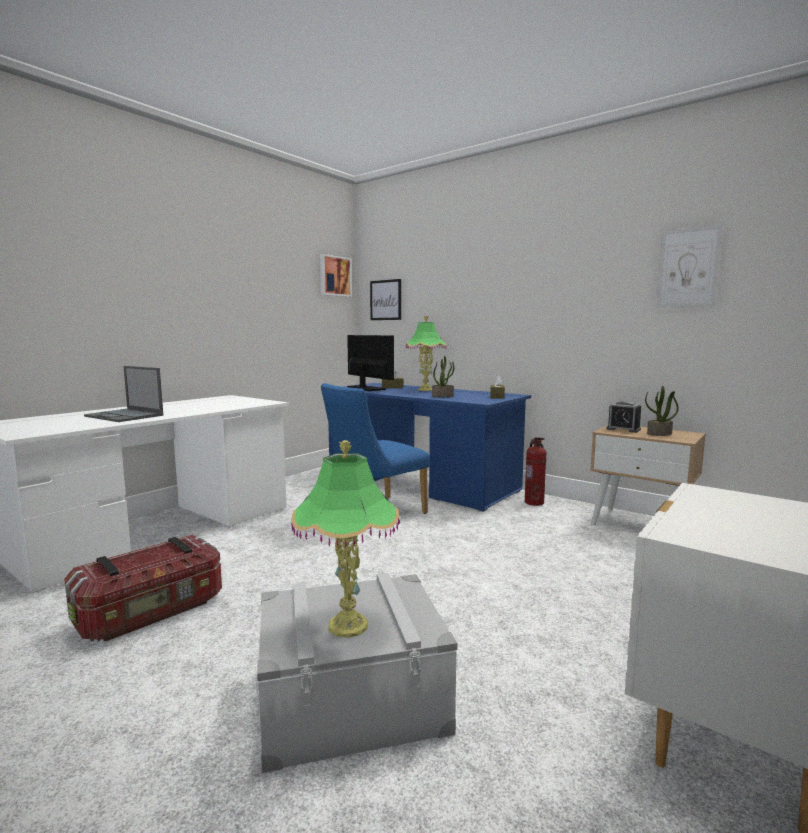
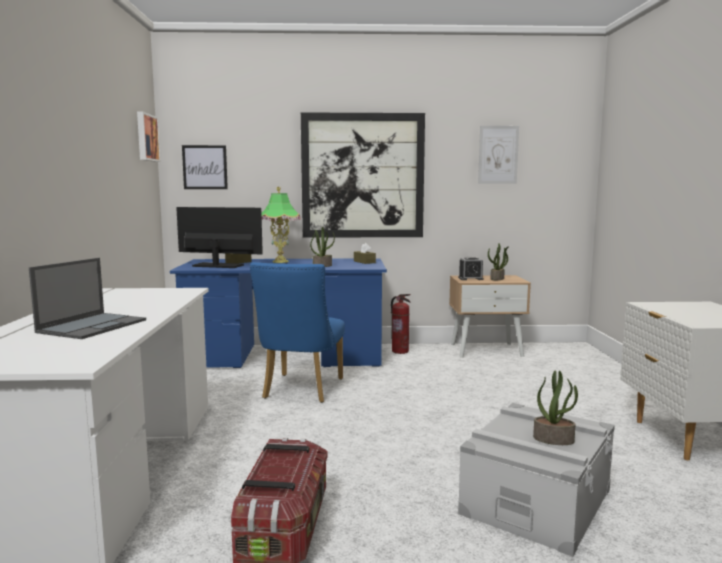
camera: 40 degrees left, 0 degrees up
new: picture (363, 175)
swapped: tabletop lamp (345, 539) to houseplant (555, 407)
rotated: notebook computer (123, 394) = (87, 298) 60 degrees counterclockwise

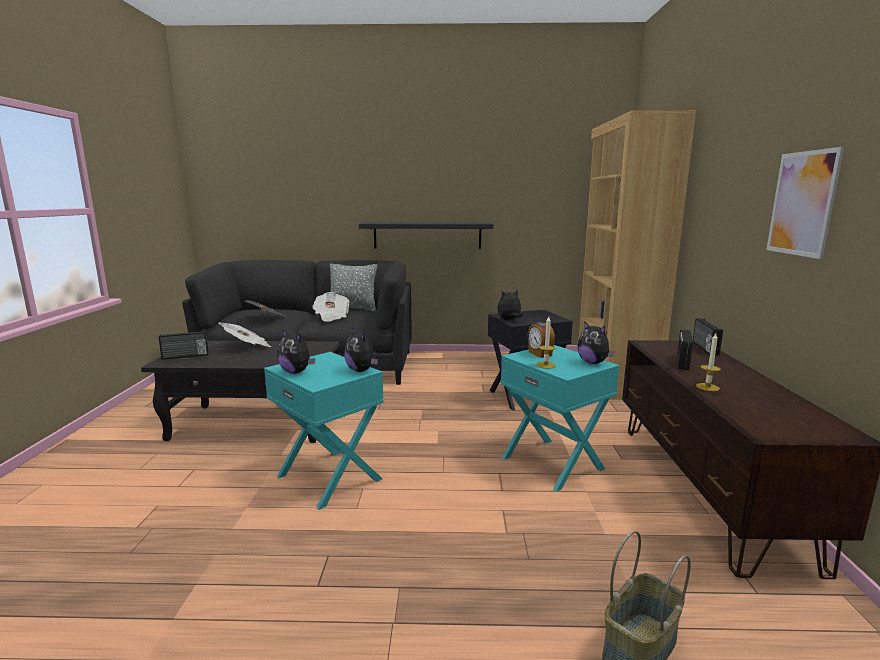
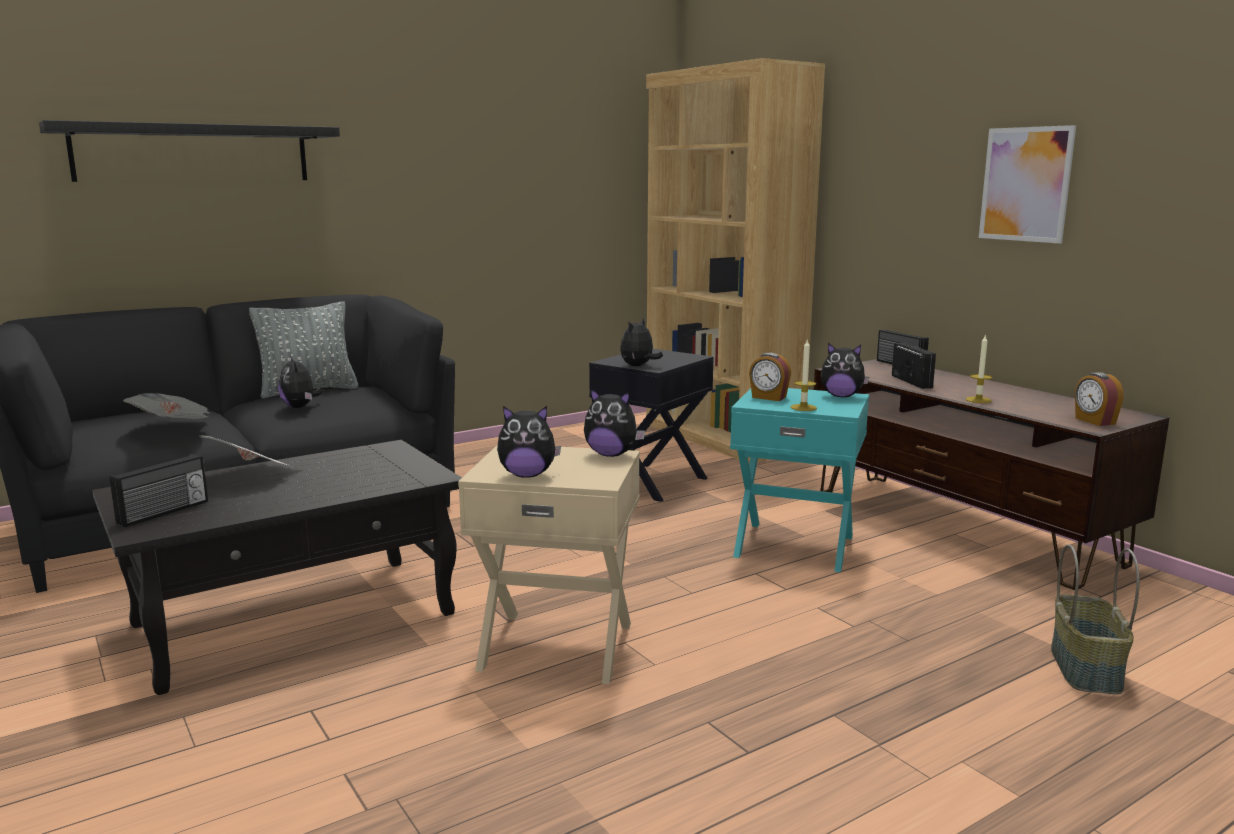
camera: 35 degrees left, 0 degrees up
new: alarm clock (1099, 399)
shifted: black wall shelf (426, 235) to (189, 151)
swapped: newspaper (331, 307) to plush toy (300, 382)
repainted: turquoise end table (324, 431) to beige-coloured end table (549, 564)

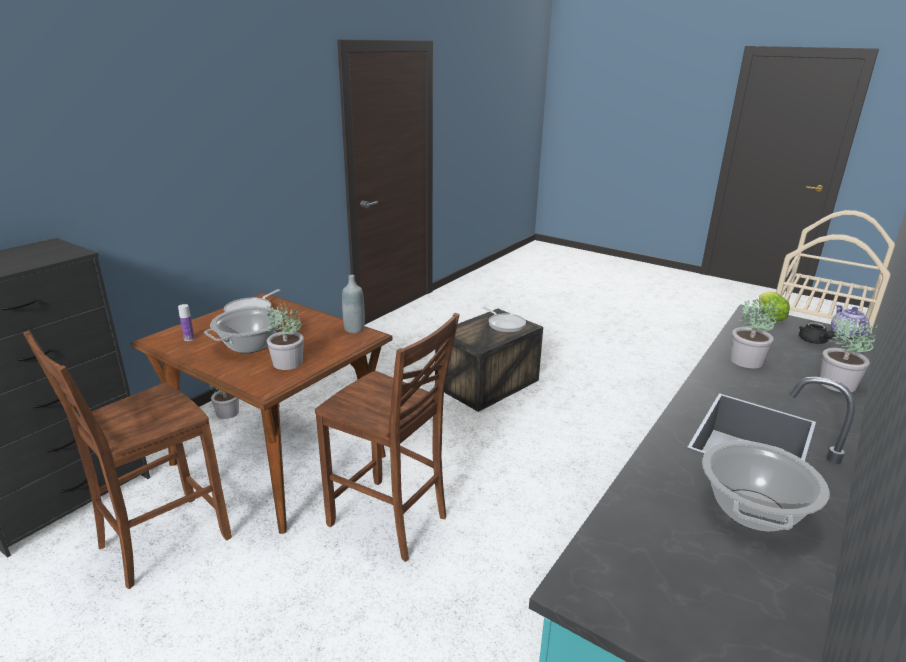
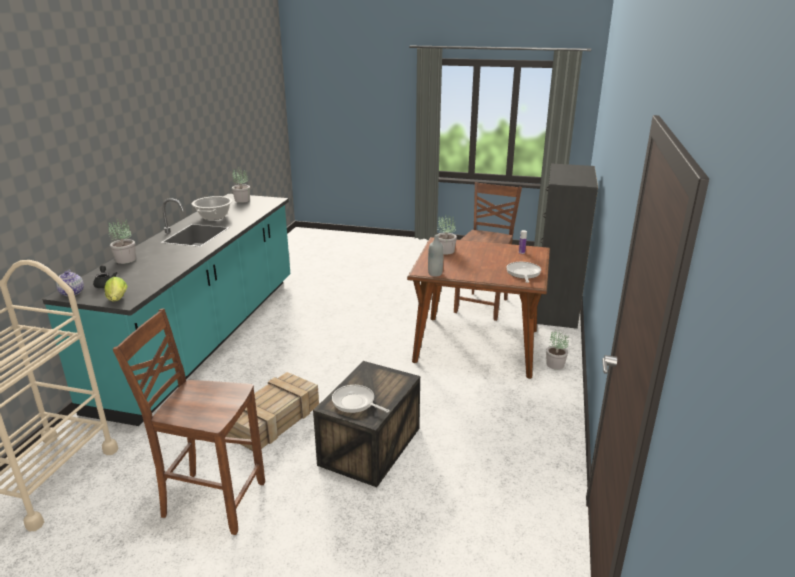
camera: 160 degrees right, 0 degrees up
gone: cooking pot (245, 330)
new: crate (272, 411)
shifted: houseplant (754, 333) to (241, 185); brown-coloured upright chair (387, 437) to (189, 421)

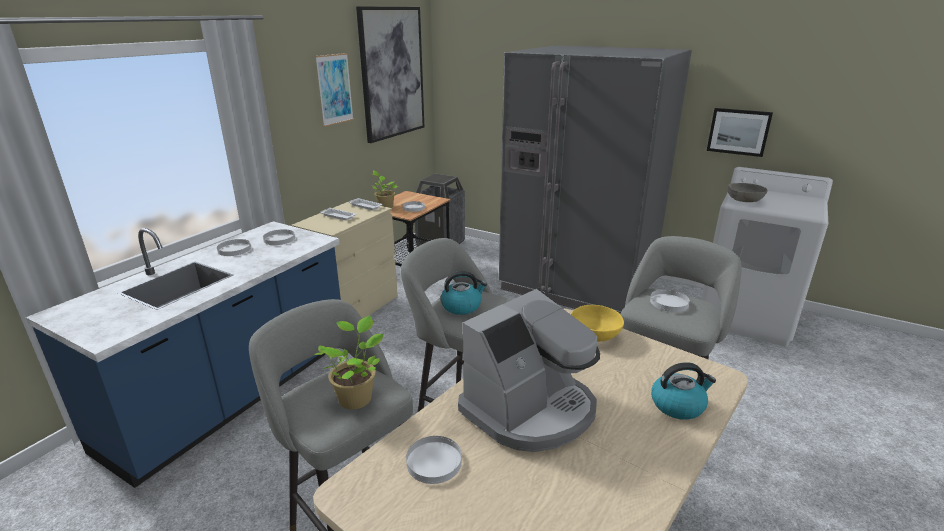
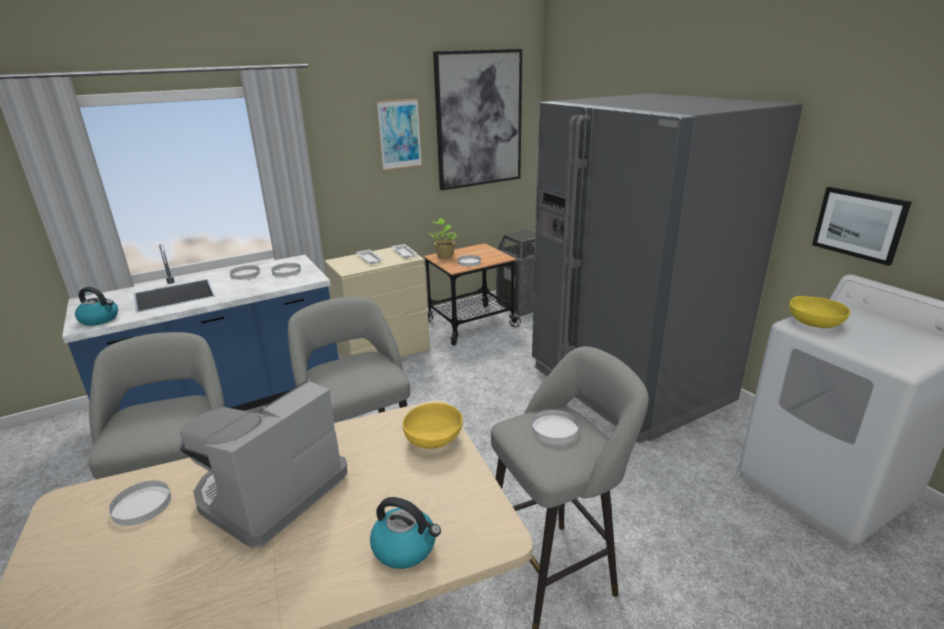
camera: 30 degrees right, 0 degrees up
gone: houseplant (348, 362)
shifted: kettle (464, 293) to (96, 306)
repainted: grey bowl (748, 192) to yellowish bowl (819, 312)
rotated: coffee machine (529, 370) = (263, 463) 135 degrees clockwise

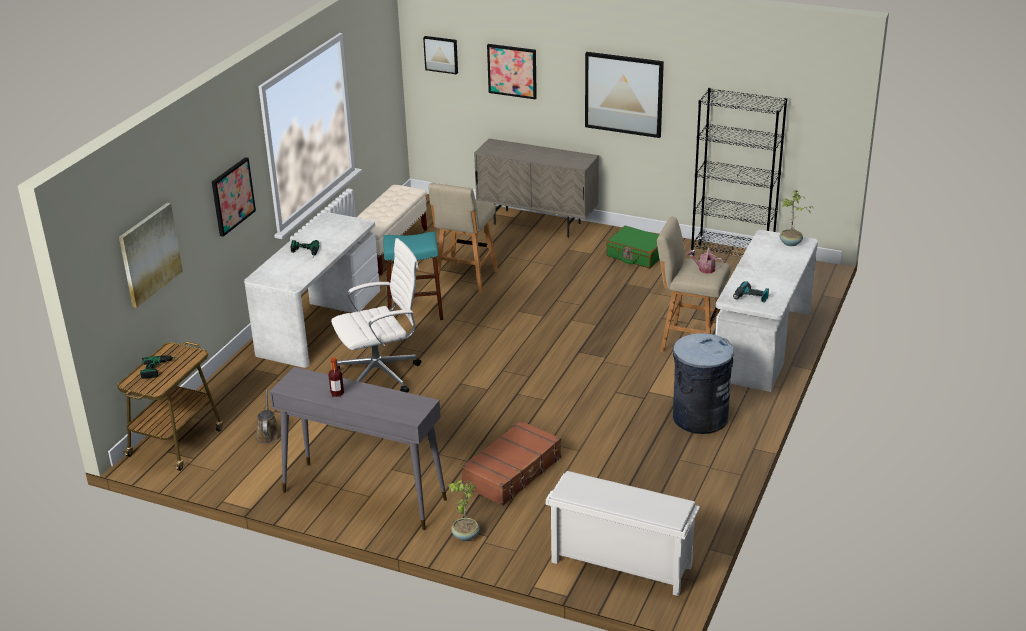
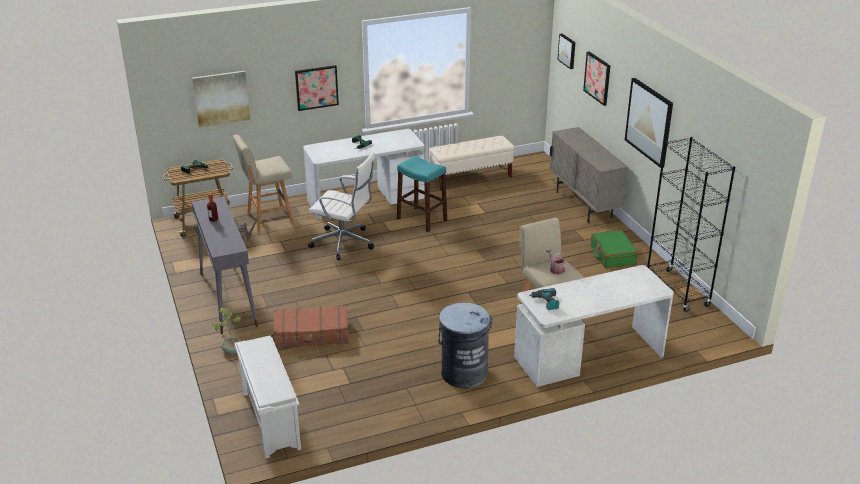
camera: 45 degrees right, 0 degrees up
gone: houseplant (797, 217)
shifted: beige-coloured stool seat (463, 238) to (263, 183)

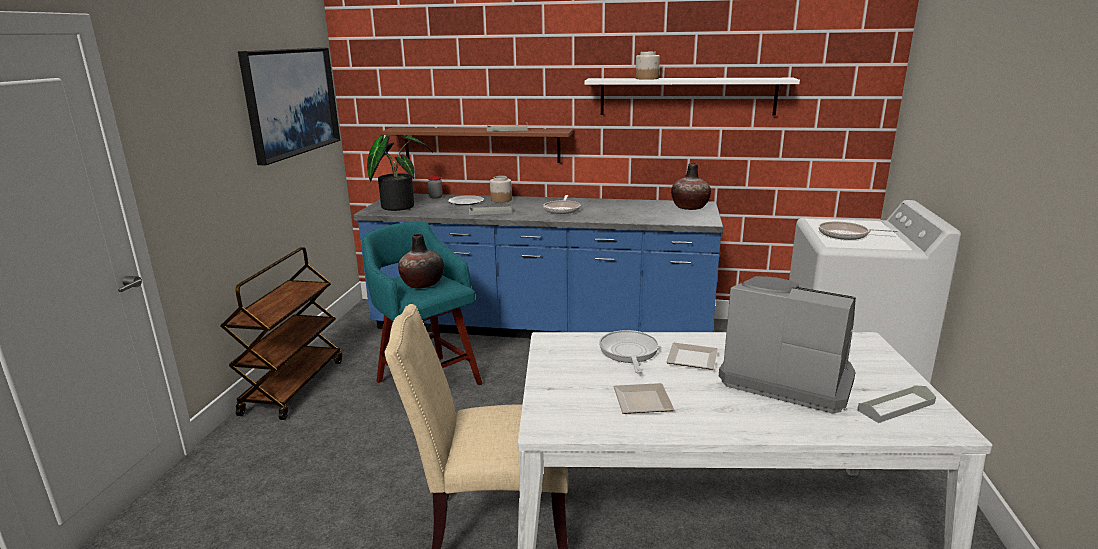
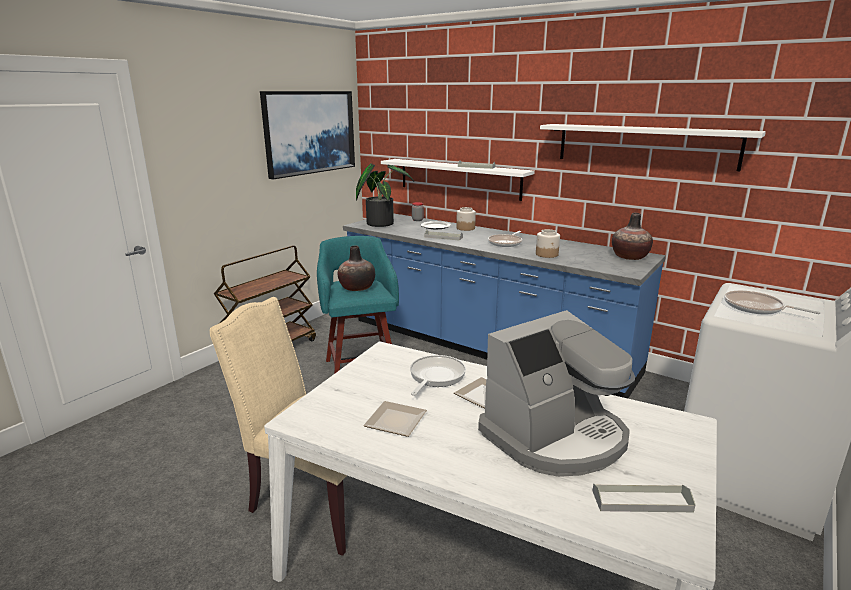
camera: 25 degrees right, 0 degrees up
shifted: storage jar (647, 66) to (548, 243)
repainted: brown-coloured wall shelf (477, 145) to white-coloured wall shelf (458, 180)
rotated: coffee machine (787, 344) = (556, 393) 90 degrees clockwise

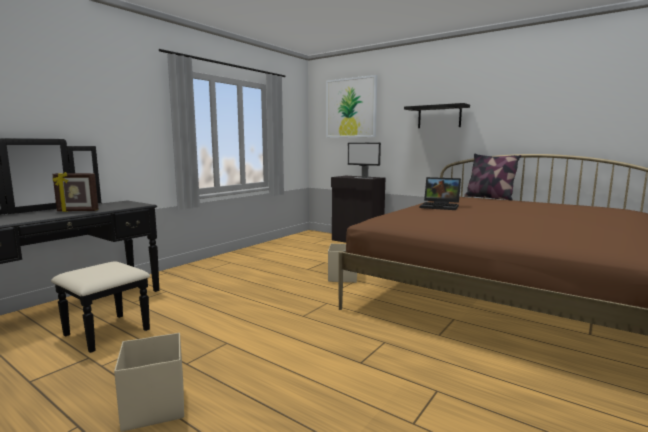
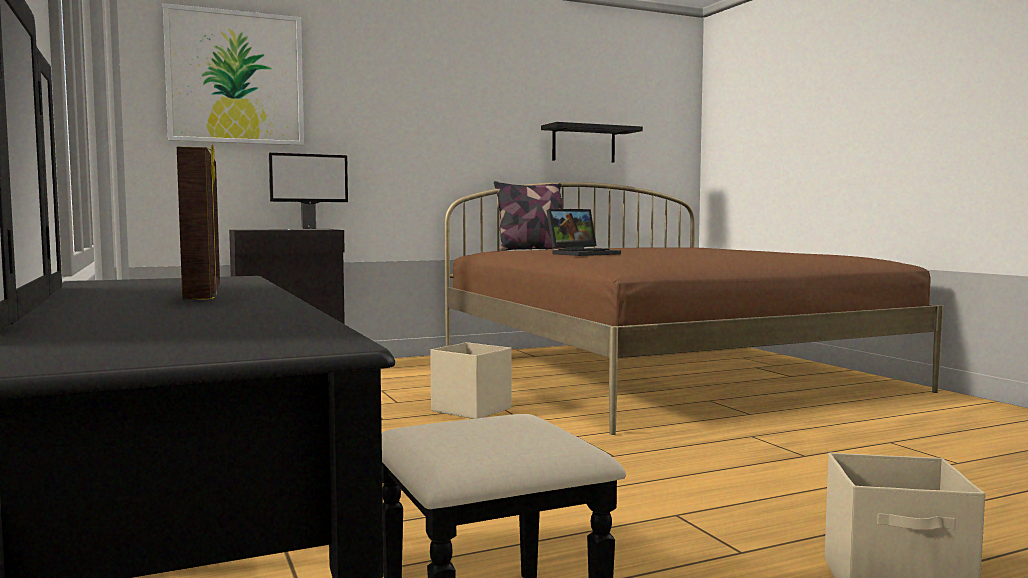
camera: 60 degrees left, 5 degrees down
shifted: black wall shelf (437, 115) to (592, 142)
rotated: standing frame (75, 192) = (198, 222) 45 degrees counterclockwise

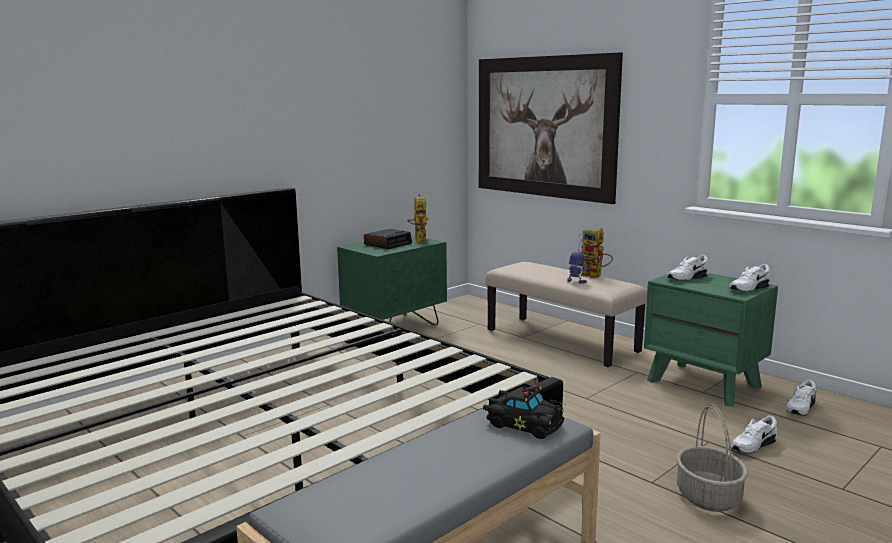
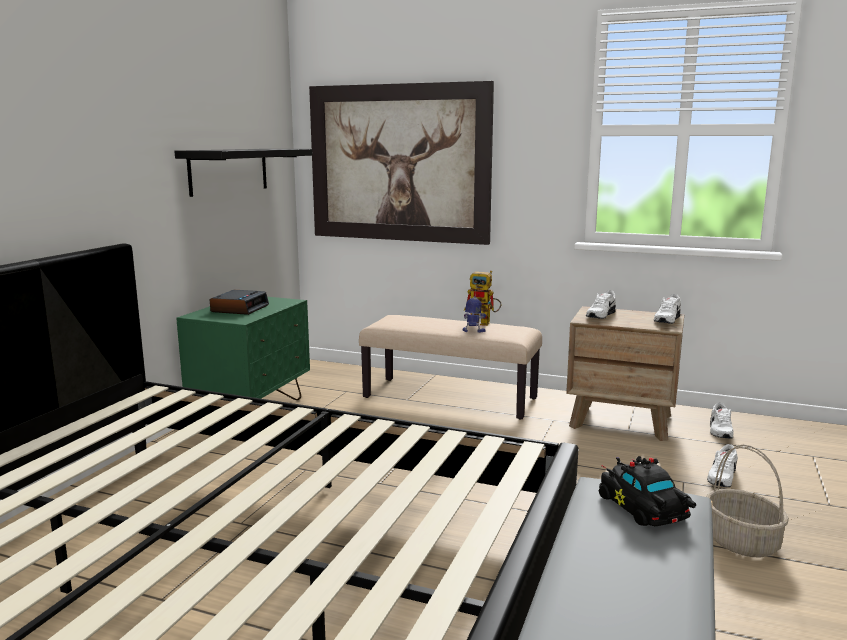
camera: 25 degrees left, 0 degrees up
gone: toy robot (418, 218)
new: black wall shelf (243, 173)
repainted: green-coloured bedside table (711, 340) to brown-coloured bedside table (625, 373)
rotated: black miniature car (524, 411) = (647, 491) 120 degrees counterclockwise

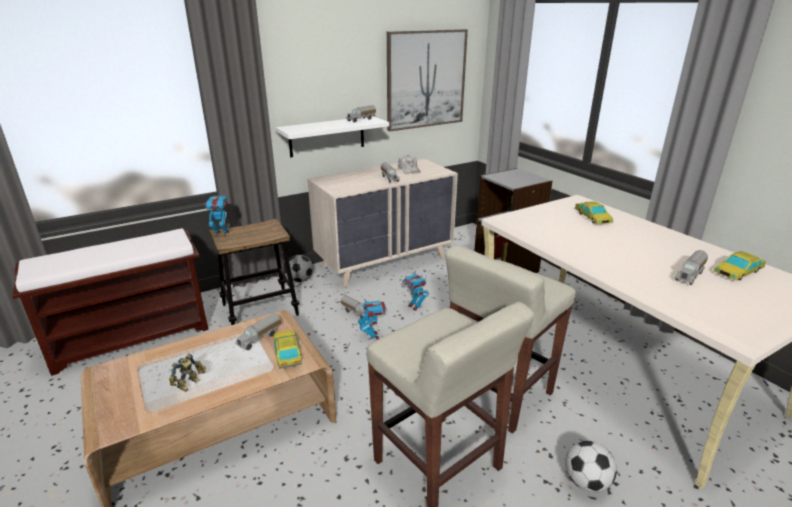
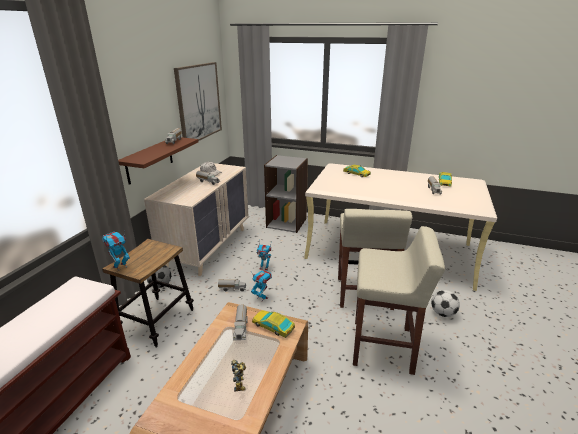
camera: 40 degrees left, 0 degrees up
repainted: white-coloured wall shelf (332, 136) to brown-coloured wall shelf (158, 161)

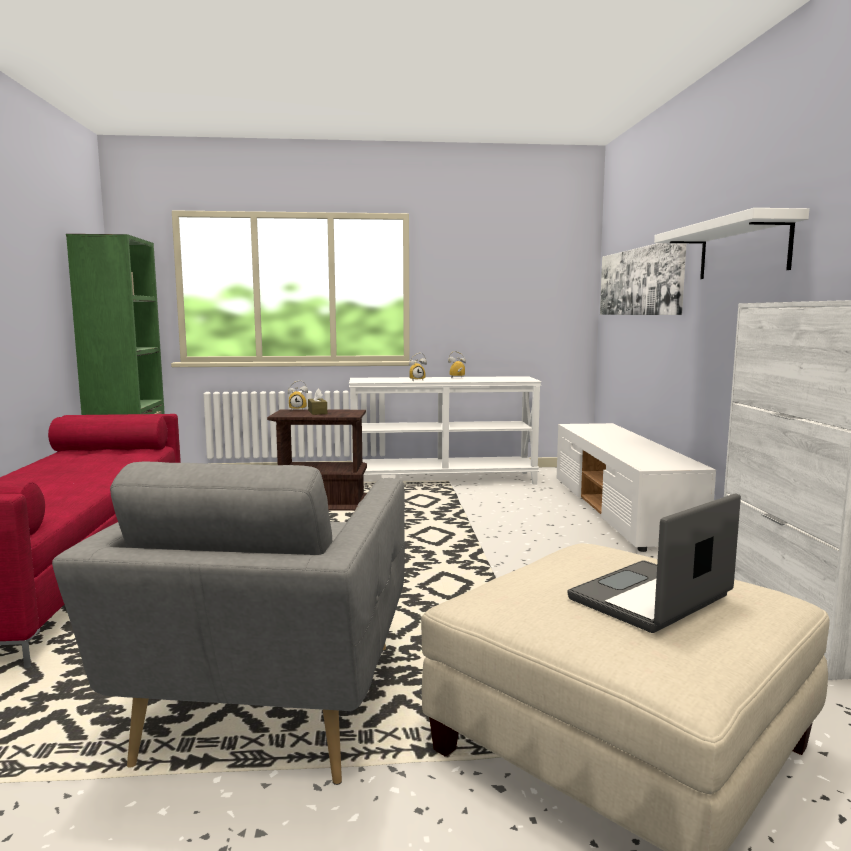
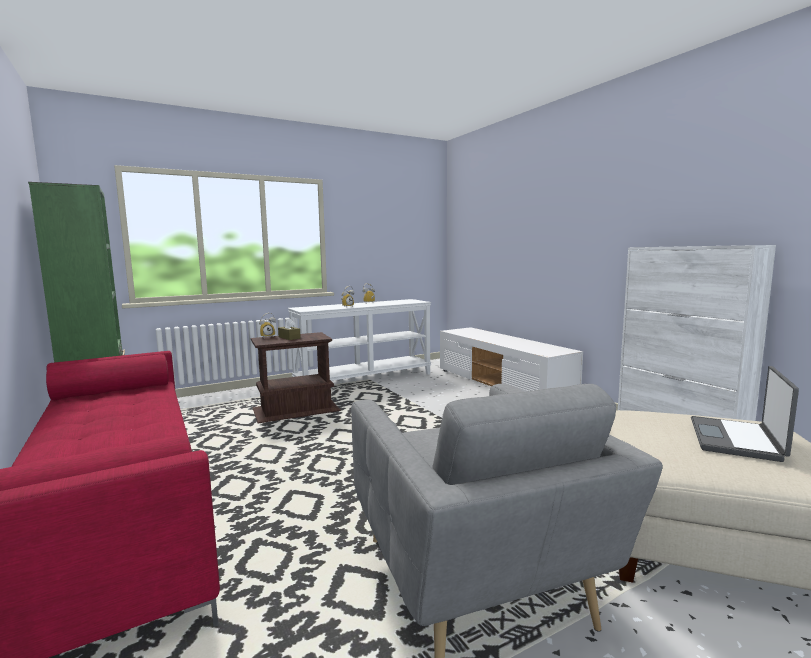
camera: 25 degrees left, 0 degrees up
gone: white-coloured wall shelf (731, 243); picture (643, 279)

